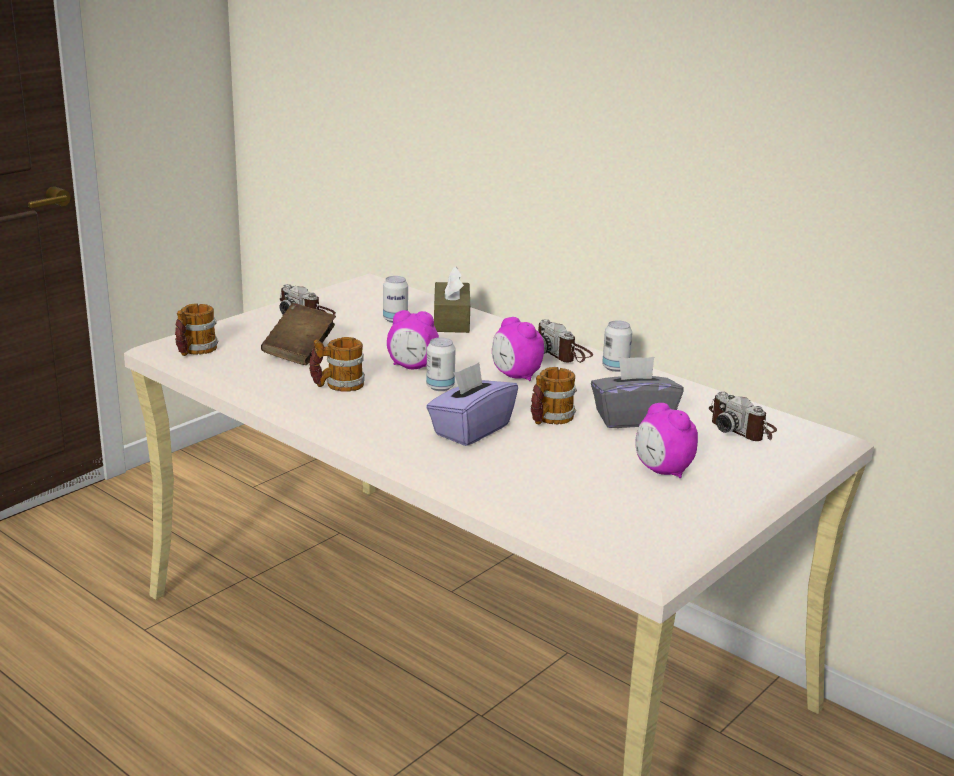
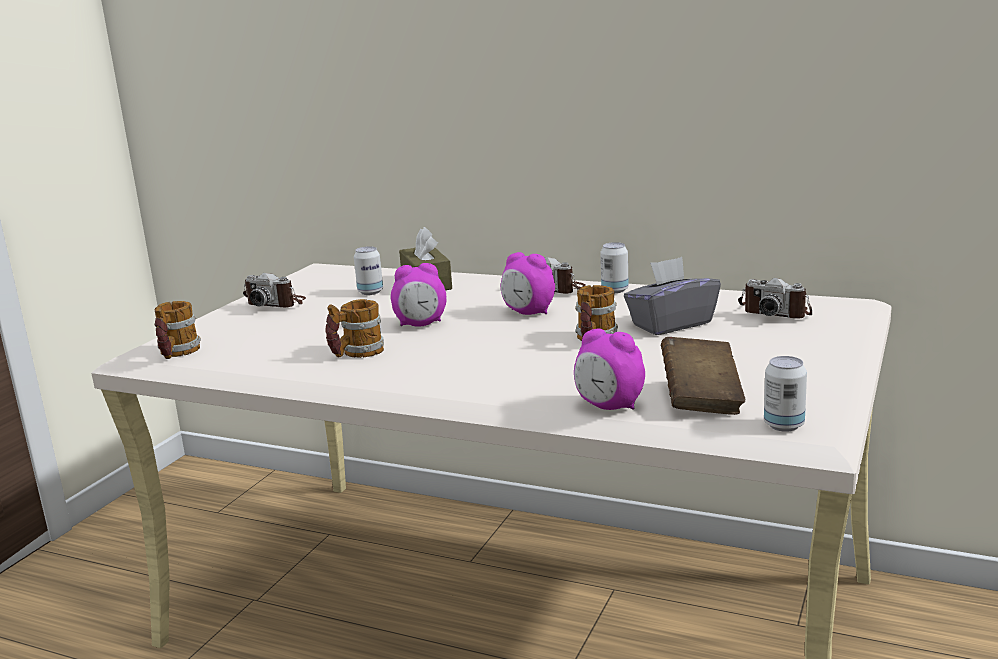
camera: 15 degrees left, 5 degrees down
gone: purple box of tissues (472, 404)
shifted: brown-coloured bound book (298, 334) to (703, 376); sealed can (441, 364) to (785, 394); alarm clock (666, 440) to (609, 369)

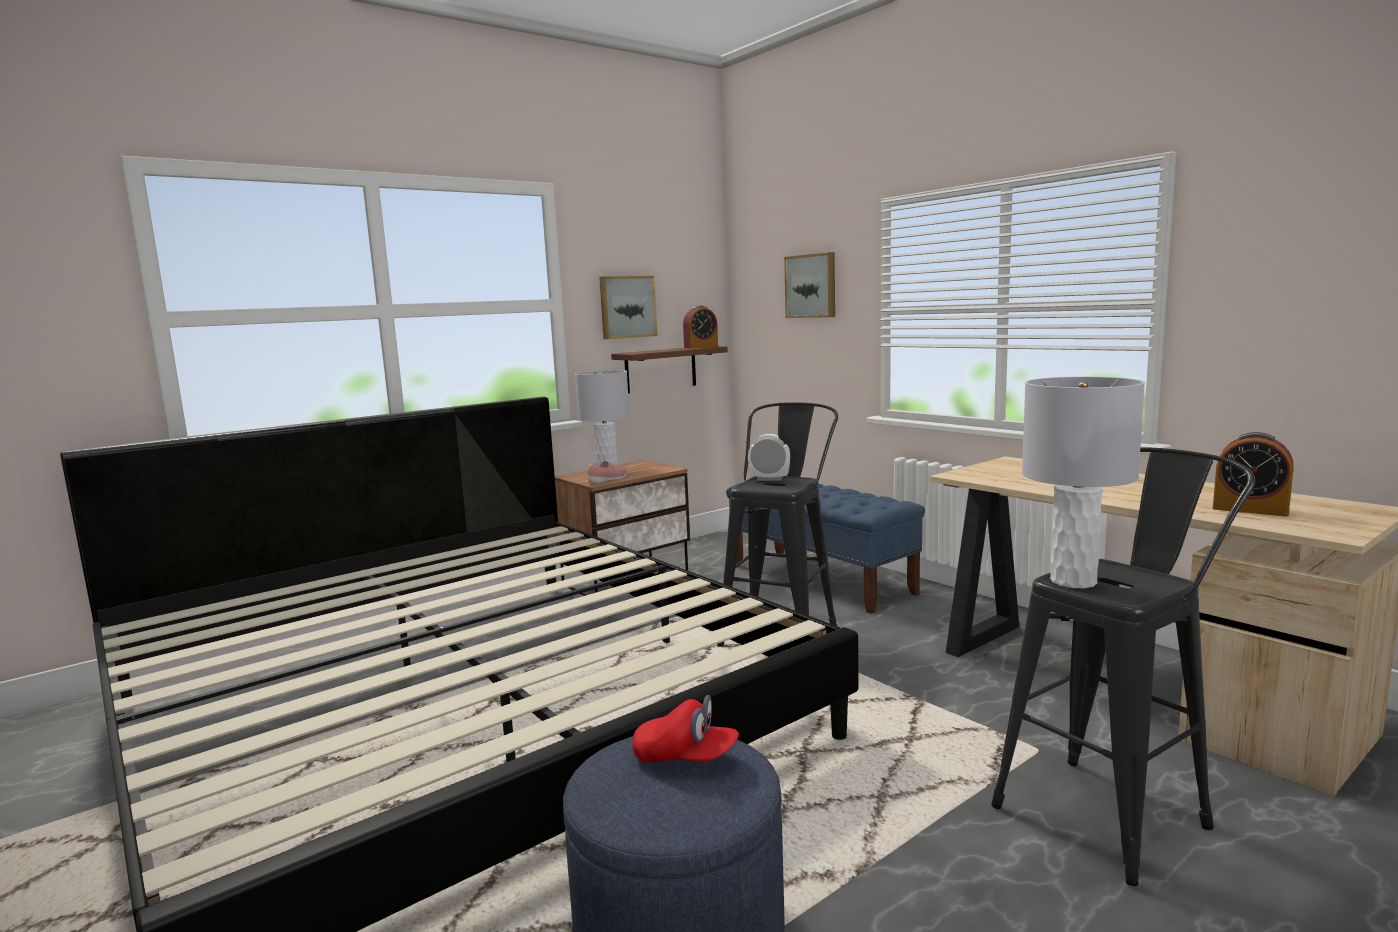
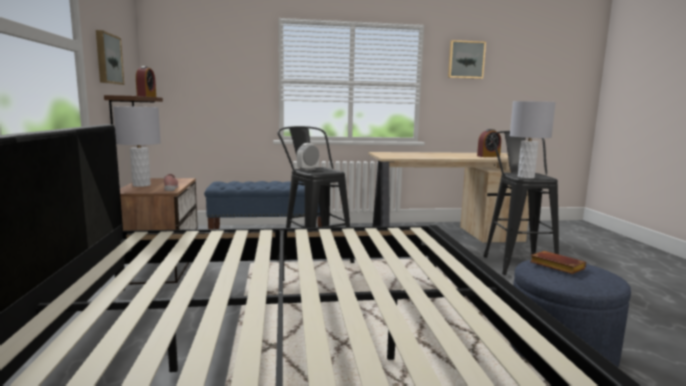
camera: 60 degrees left, 0 degrees up
shifted: picture (809, 285) to (467, 59)
swapped: red-coloured cap (685, 729) to brown-coloured bound book (558, 262)

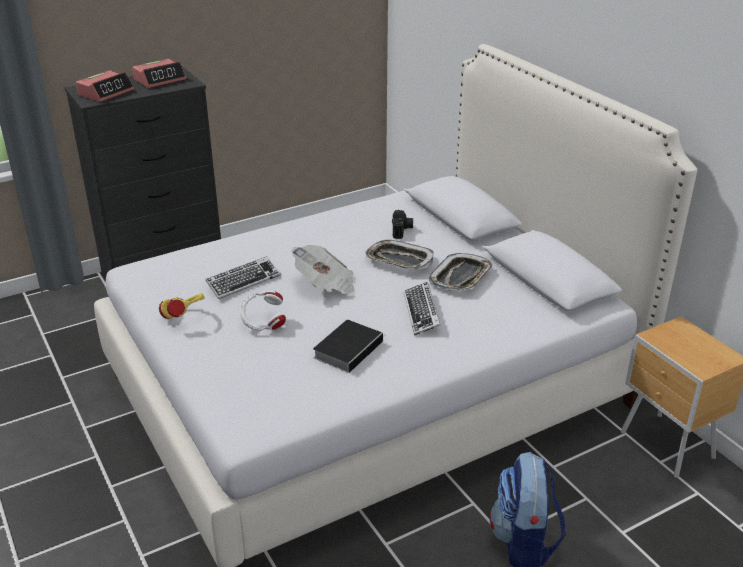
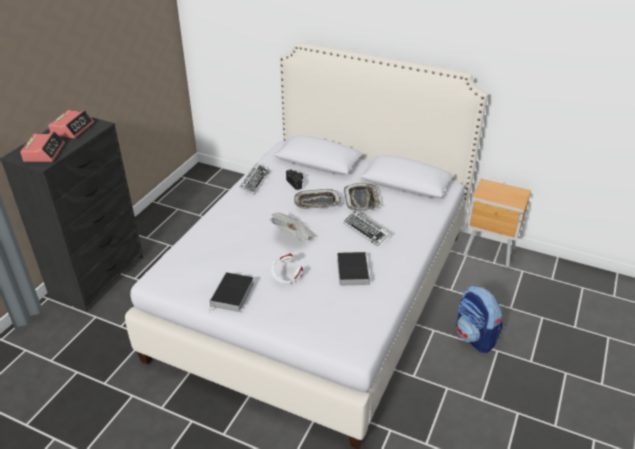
camera: 35 degrees left, 5 degrees up
shifted: computer keyboard (243, 277) to (255, 179)
swapped: yellowish headset (182, 306) to bound book (231, 292)

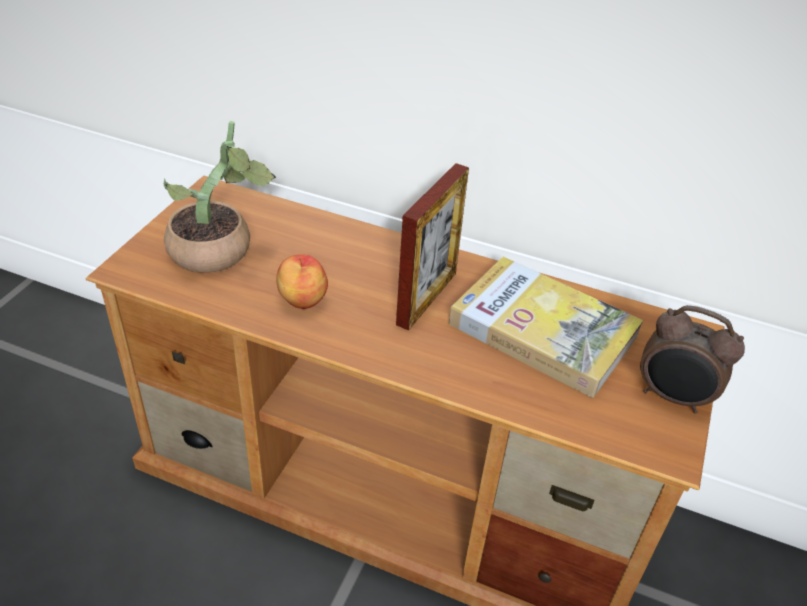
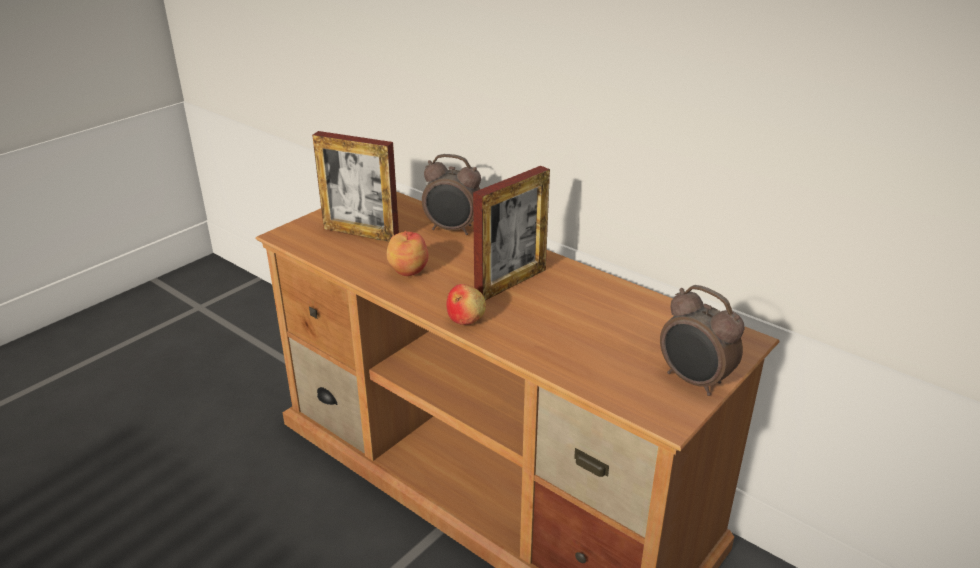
camera: 20 degrees right, 10 degrees down
gone: bound book (546, 327)
new: alarm clock (451, 194); whole apple (466, 304)
swapped: houseplant (219, 197) to standing frame (355, 186)

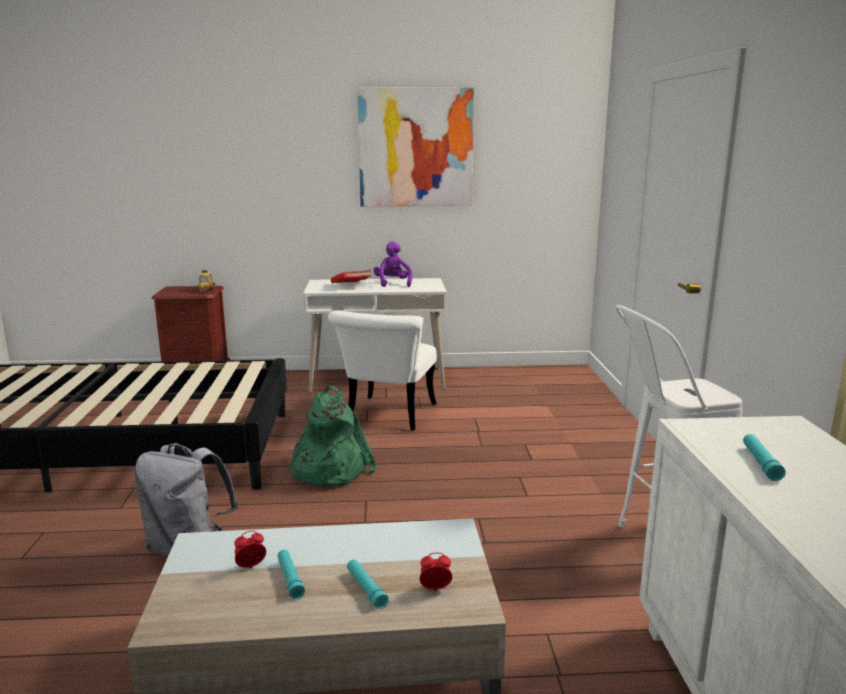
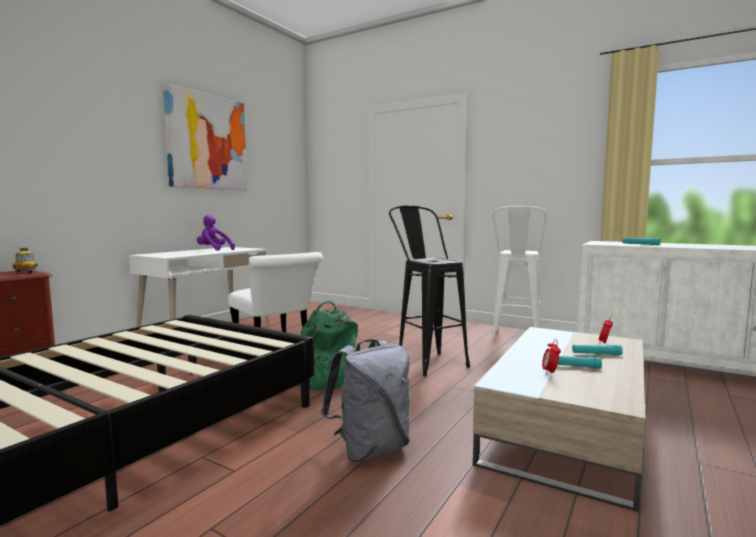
camera: 55 degrees left, 10 degrees down
gone: red-coloured bound book (351, 276)
new: black stool seat (429, 291)

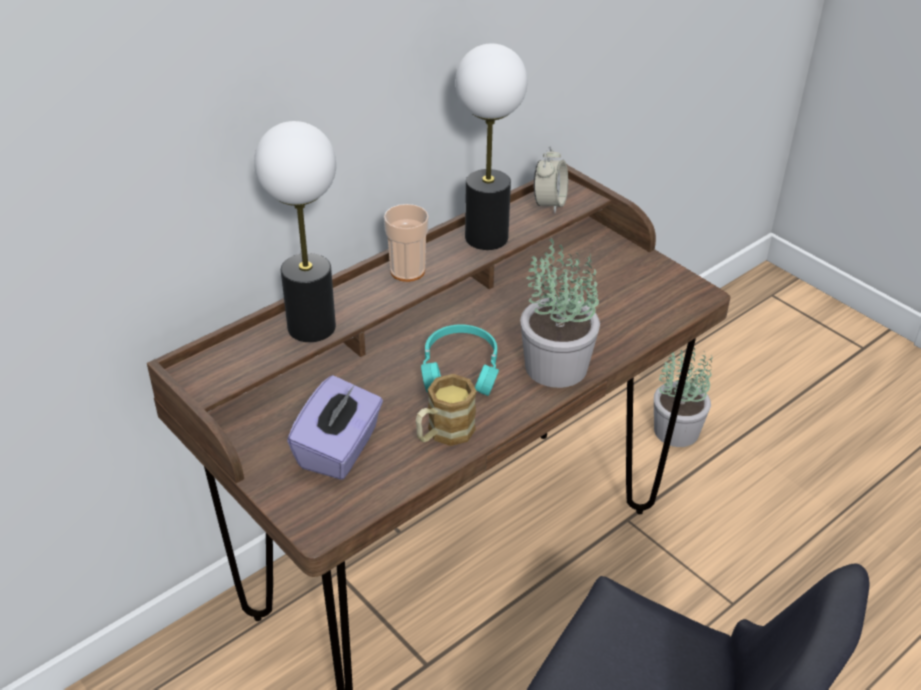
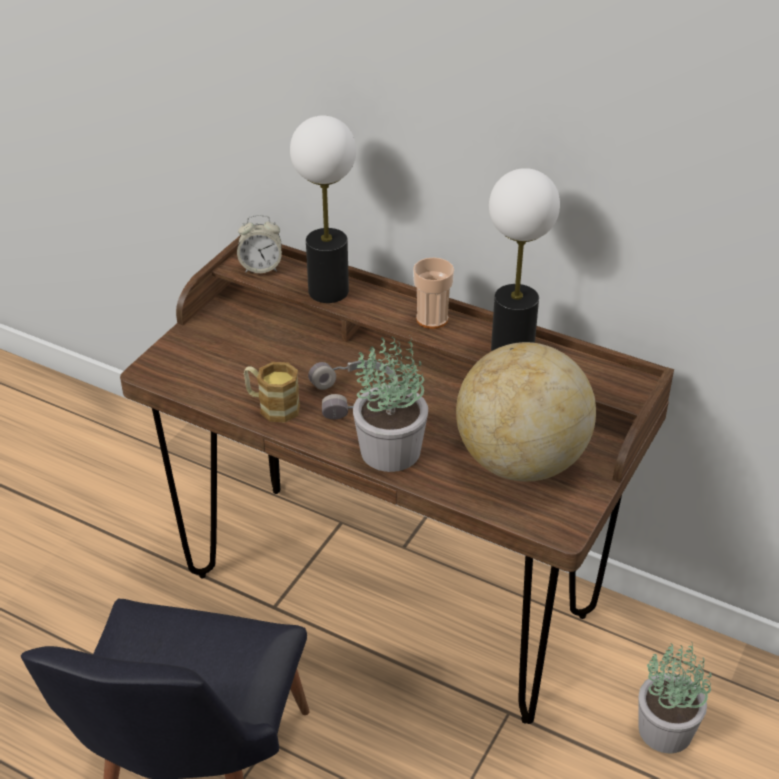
camera: 70 degrees right, 0 degrees up
gone: purple box of tissues (335, 427)
new: globe (526, 412)
shifted: alarm clock (551, 180) to (259, 244)
repainted: turquoise headset (460, 360) to grey headset (353, 389)

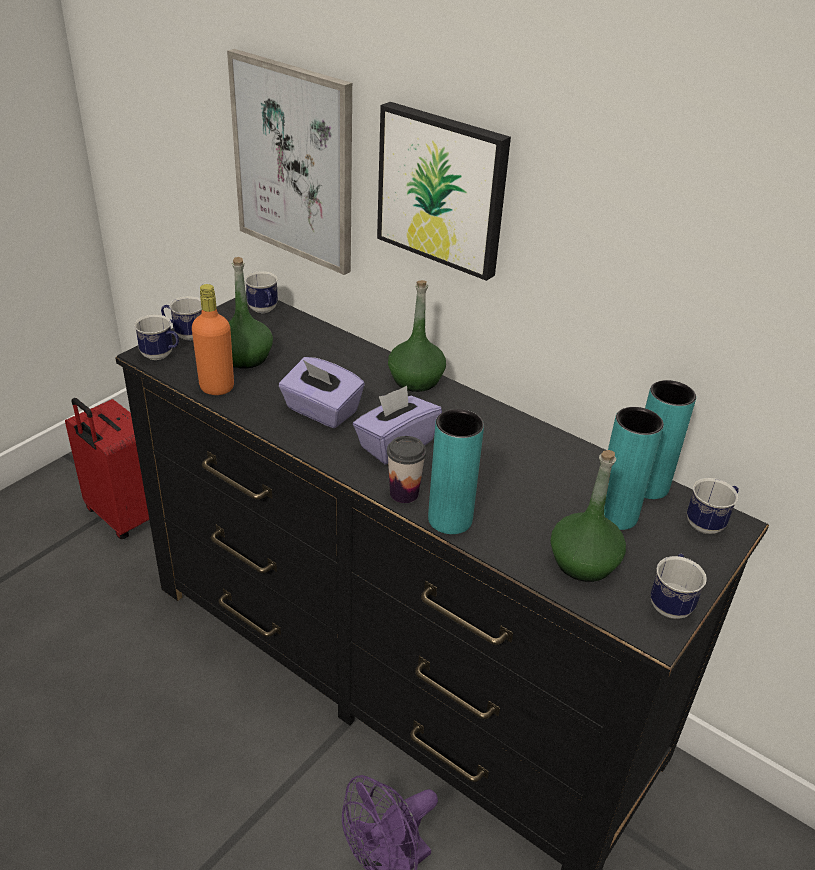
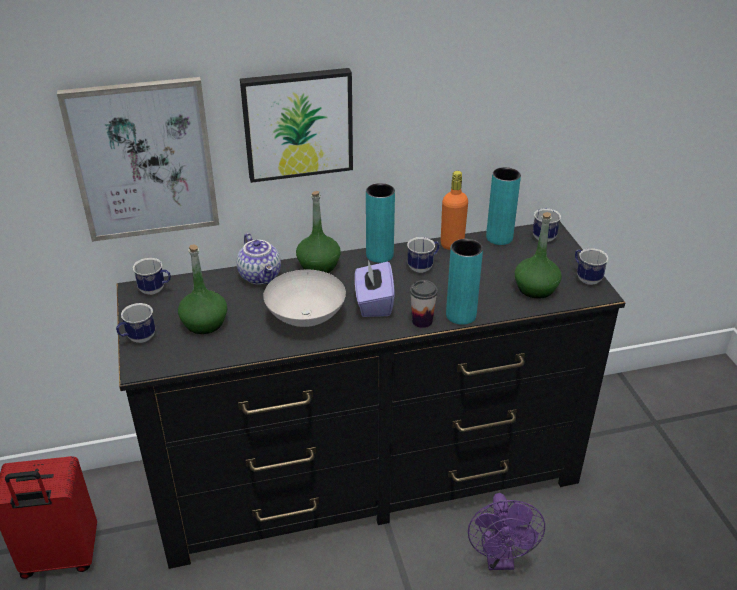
camera: 50 degrees left, 0 degrees up
new: pot for tea (259, 259)
shifted: orangey bottle (213, 339) to (454, 210); coffee mug (156, 337) to (423, 255); turquoise vase (634, 468) to (380, 223)
swapped: purple box of tissues (322, 392) to white-coloured bowl (304, 298)

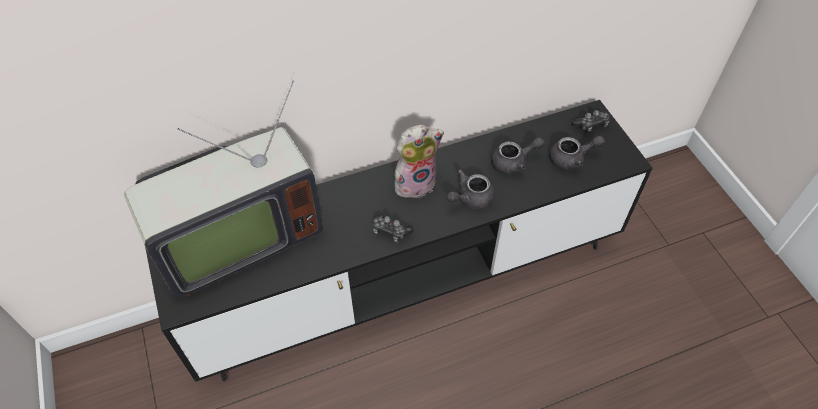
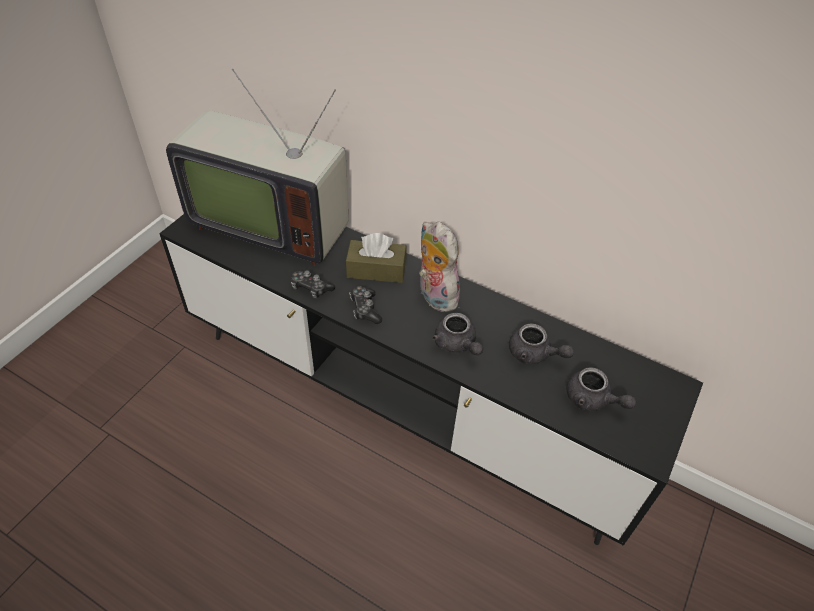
camera: 50 degrees right, 5 degrees down
new: brown-coloured box of tissues (376, 258)
shifted: joypad (590, 121) to (313, 284)
rotated: plush toy (419, 163) = (441, 267) 150 degrees counterclockwise; grey pot for tea (471, 189) = (457, 334) 135 degrees counterclockwise

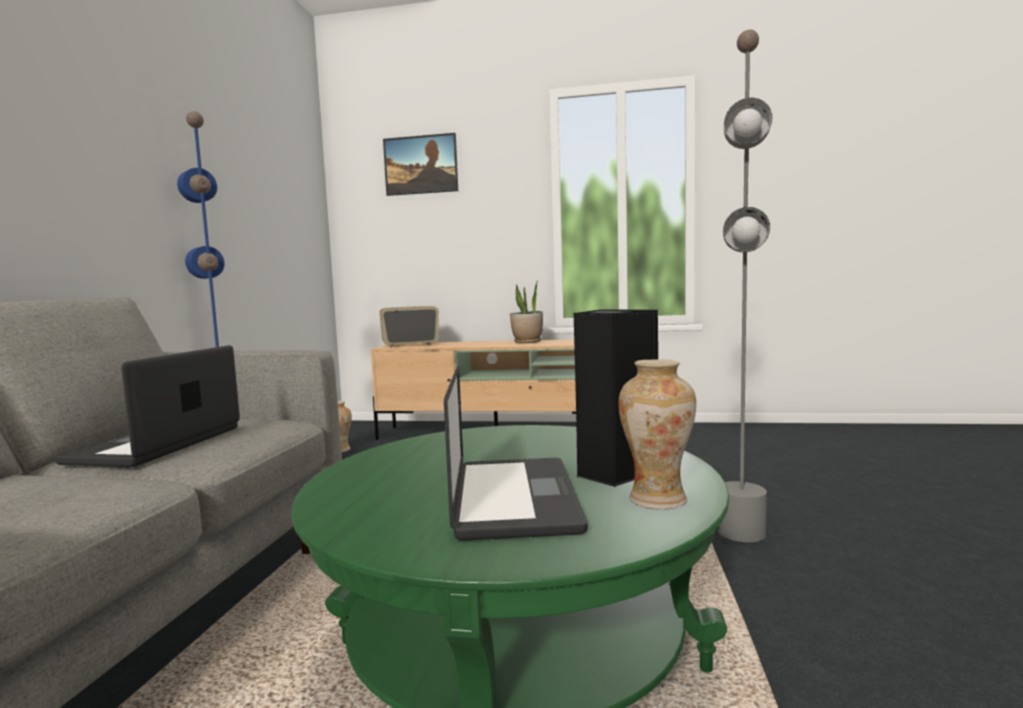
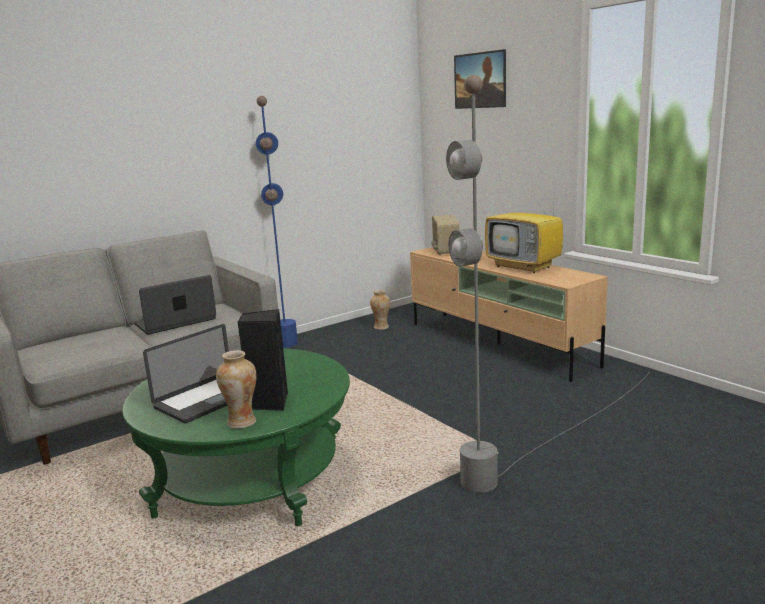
camera: 45 degrees right, 10 degrees up
swapped: houseplant (526, 311) to TV (524, 231)
rotated: radio (409, 326) = (445, 235) 120 degrees counterclockwise

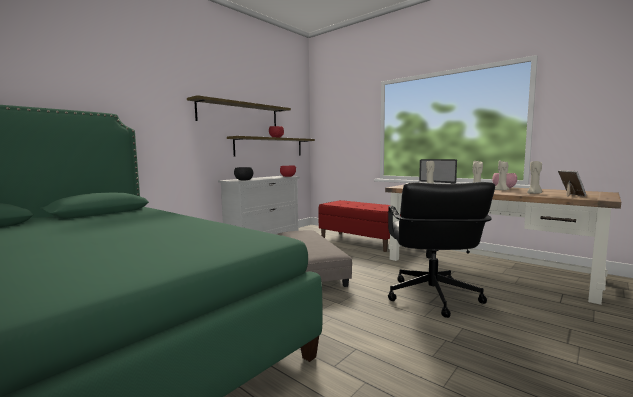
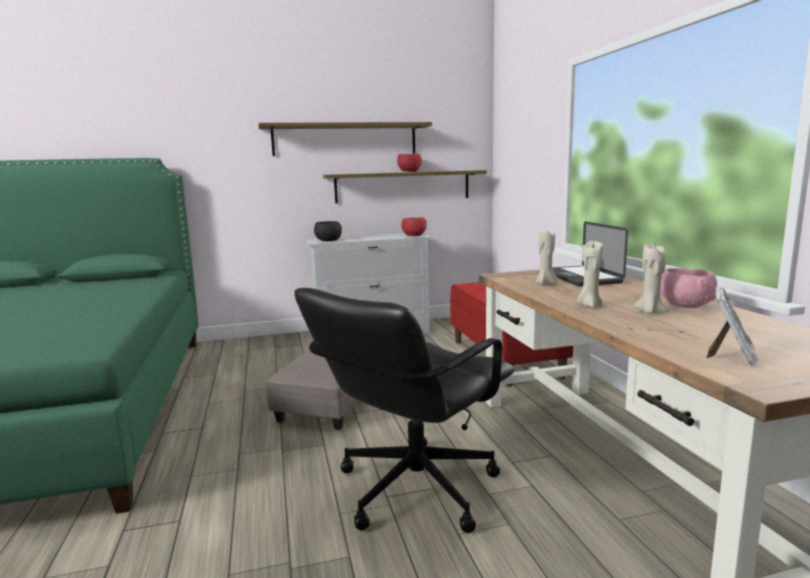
camera: 35 degrees right, 5 degrees up
gone: beige-coloured candle (534, 177)

